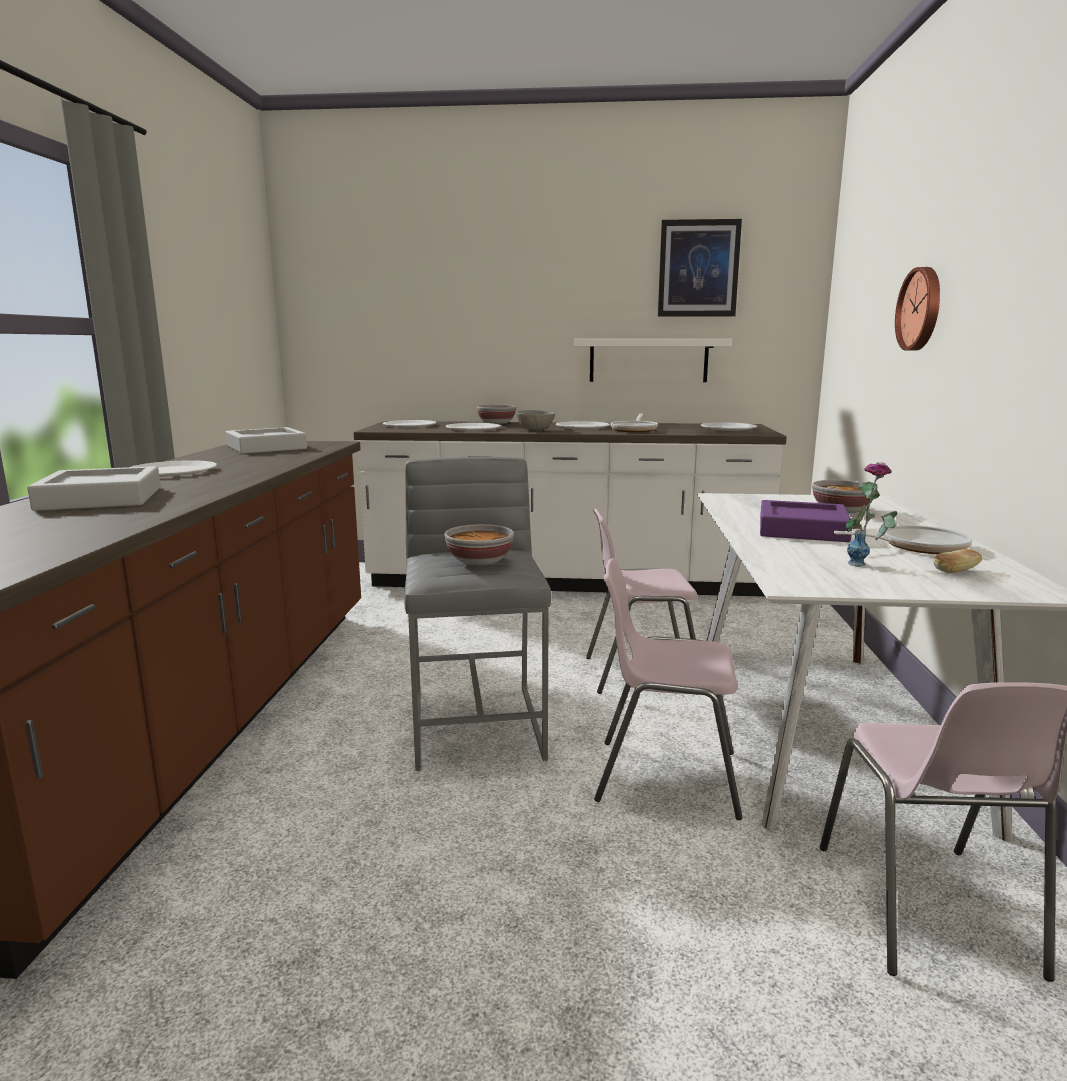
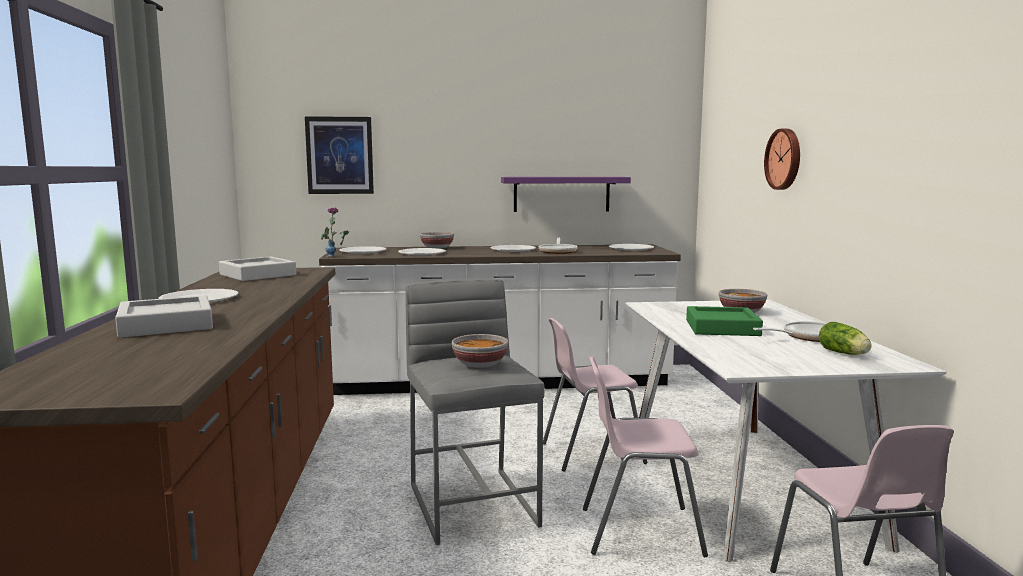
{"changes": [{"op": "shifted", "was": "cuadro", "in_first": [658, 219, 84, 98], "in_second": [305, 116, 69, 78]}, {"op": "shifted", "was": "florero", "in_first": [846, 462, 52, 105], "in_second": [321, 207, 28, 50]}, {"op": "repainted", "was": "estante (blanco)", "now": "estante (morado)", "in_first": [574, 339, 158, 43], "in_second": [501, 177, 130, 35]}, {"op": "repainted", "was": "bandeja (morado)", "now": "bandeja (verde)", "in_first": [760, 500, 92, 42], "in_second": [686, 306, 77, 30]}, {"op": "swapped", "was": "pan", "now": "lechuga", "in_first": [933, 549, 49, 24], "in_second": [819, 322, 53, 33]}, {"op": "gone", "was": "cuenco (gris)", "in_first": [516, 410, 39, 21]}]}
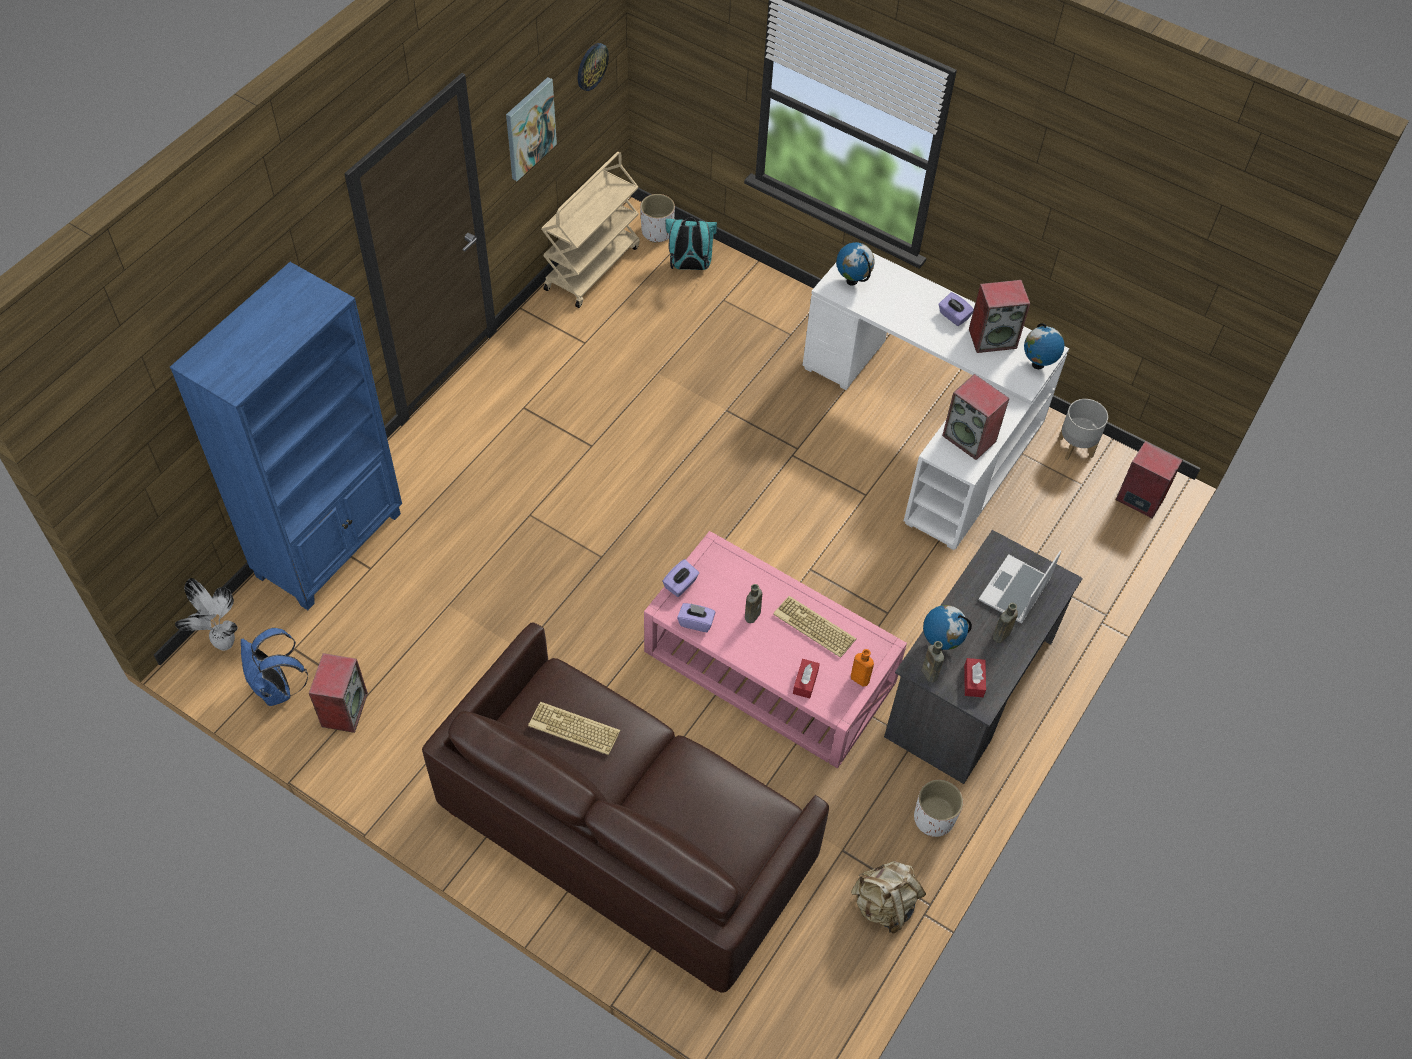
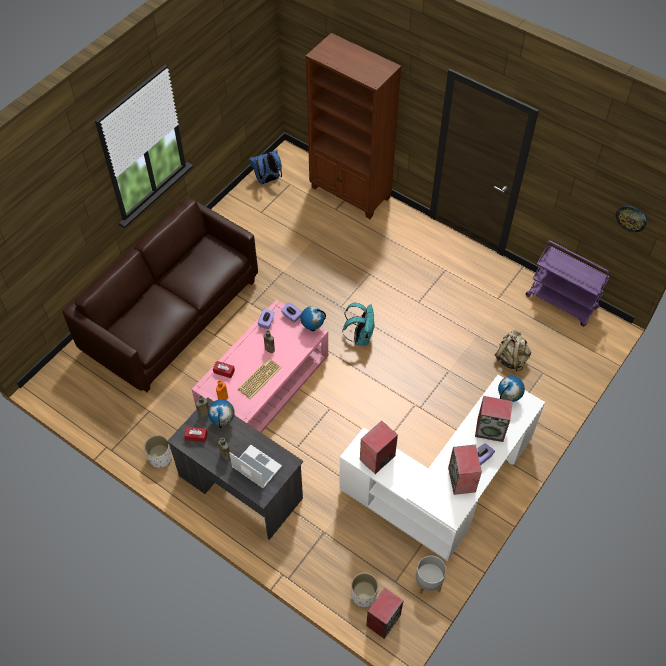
{"changes": [{"op": "shifted", "was": "globo terráqueo", "in_first": [1024, 323, 40, 46], "in_second": [301, 306, 25, 25]}, {"op": "repainted", "was": "estantería (azul)", "now": "estantería (marrón)", "in_first": [170, 262, 232, 348], "in_second": [306, 33, 95, 186]}, {"op": "shifted", "was": "mochila (turquesa)", "in_first": [665, 217, 52, 53], "in_second": [342, 303, 32, 43]}, {"op": "shifted", "was": "maceta (blanco)", "in_first": [640, 194, 35, 49], "in_second": [351, 572, 28, 35]}, {"op": "shifted", "was": "altavoz", "in_first": [309, 653, 59, 80], "in_second": [475, 396, 38, 46]}, {"op": "shifted", "was": "mochila (beis)", "in_first": [851, 861, 75, 72], "in_second": [495, 330, 36, 42]}, {"op": "repainted", "was": "carrito (beis)", "now": "carrito (morado)", "in_first": [541, 152, 99, 156], "in_second": [526, 240, 84, 86]}, {"op": "gone", "was": "planta en maceta", "in_first": [175, 578, 63, 73]}, {"op": "gone", "was": "cuadro", "in_first": [506, 77, 51, 104]}, {"op": "gone", "was": "teclado", "in_first": [528, 702, 93, 53]}]}
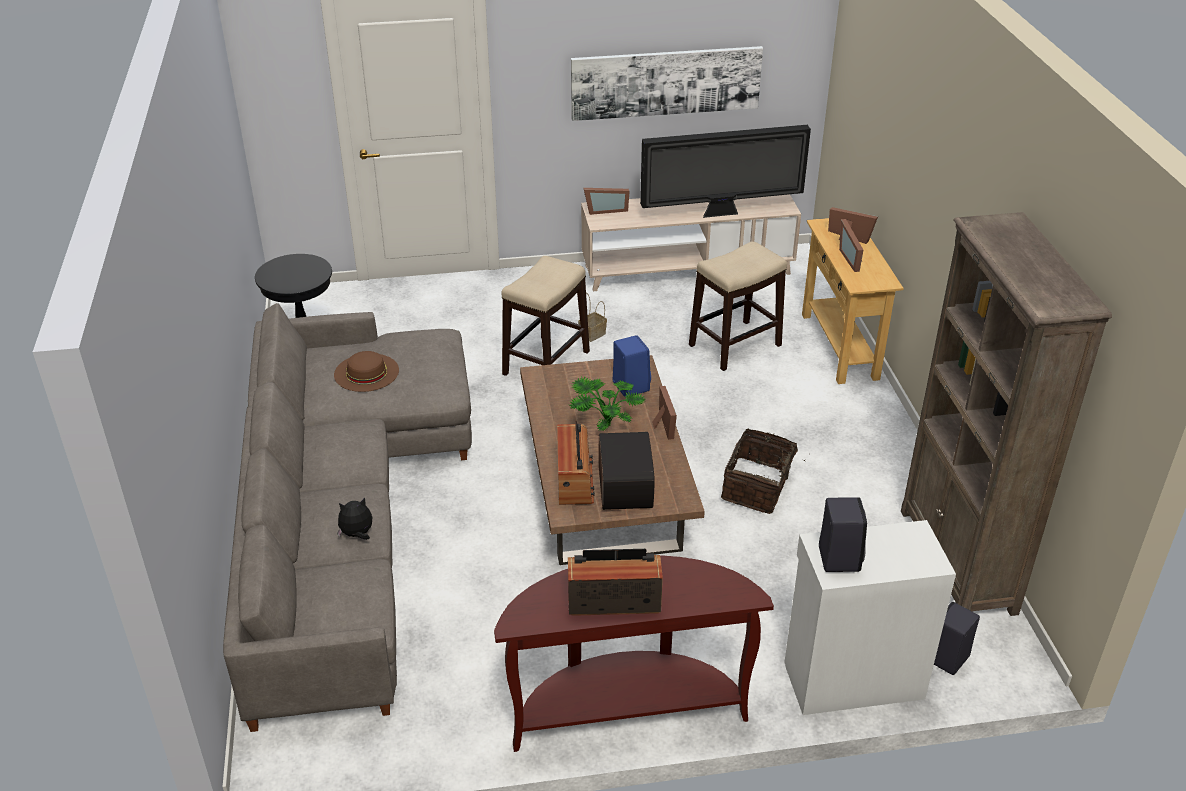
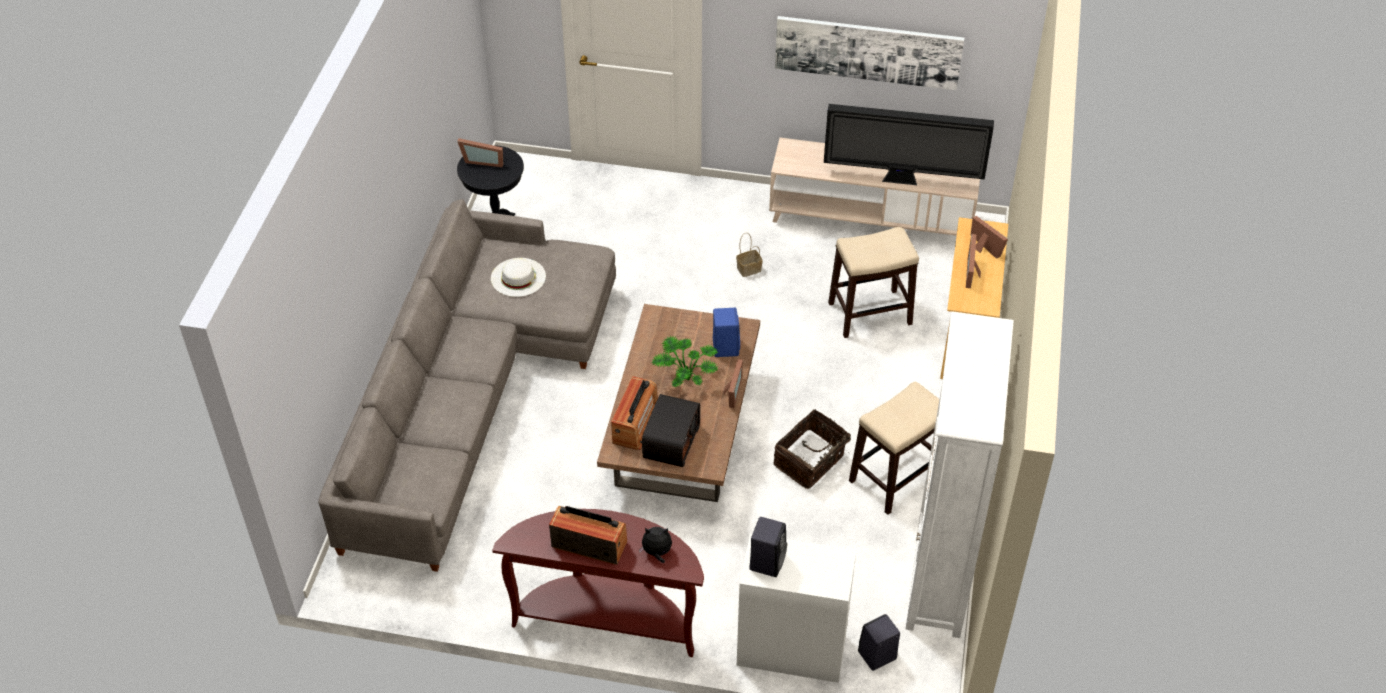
{"changes": [{"op": "shifted", "was": "portarretratos", "in_first": [584, 188, 46, 27], "in_second": [457, 138, 46, 29]}, {"op": "repainted", "was": "sombrero (marrón)", "now": "sombrero (blanco)", "in_first": [334, 351, 65, 41], "in_second": [491, 258, 55, 39]}, {"op": "shifted", "was": "peluche", "in_first": [337, 498, 35, 42], "in_second": [639, 527, 33, 36]}, {"op": "shifted", "was": "taburete", "in_first": [501, 256, 89, 120], "in_second": [849, 381, 90, 134]}, {"op": "repainted", "was": "estantería (marrón)", "now": "estantería (blanco)", "in_first": [901, 212, 211, 404], "in_second": [906, 311, 108, 327]}]}
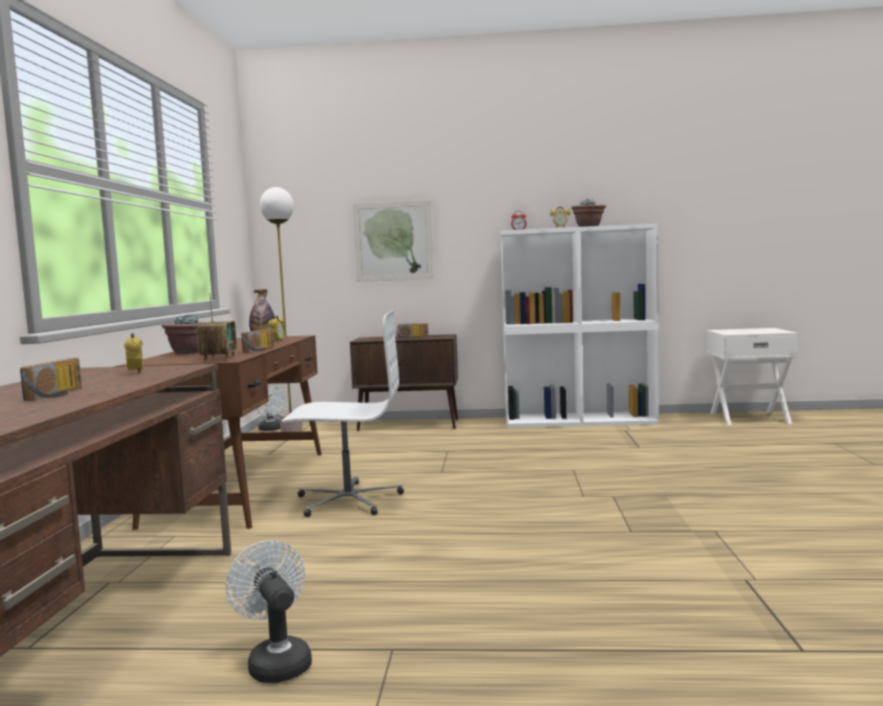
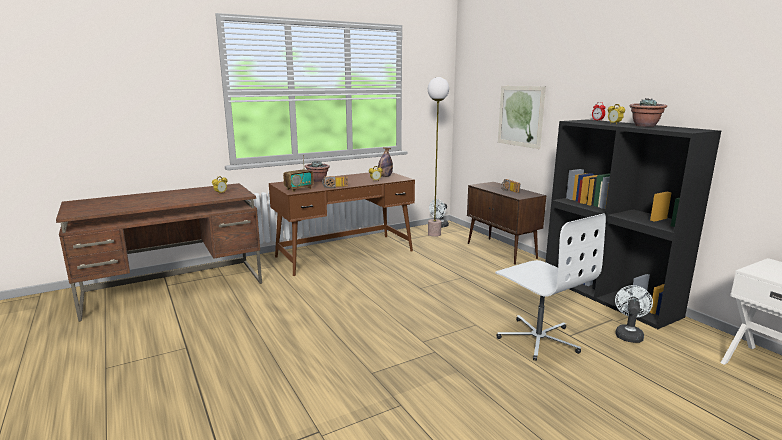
{"changes": [{"op": "shifted", "was": "silla de oficina (blanco)", "in_first": [282, 310, 122, 207], "in_second": [495, 213, 111, 148]}, {"op": "repainted", "was": "estantería (blanco)", "now": "estantería (negro)", "in_first": [500, 223, 159, 205], "in_second": [545, 120, 176, 209]}, {"op": "shifted", "was": "ventilador (blanco)", "in_first": [226, 540, 86, 143], "in_second": [615, 285, 38, 58]}, {"op": "gone", "was": "radio", "in_first": [20, 358, 62, 43]}]}
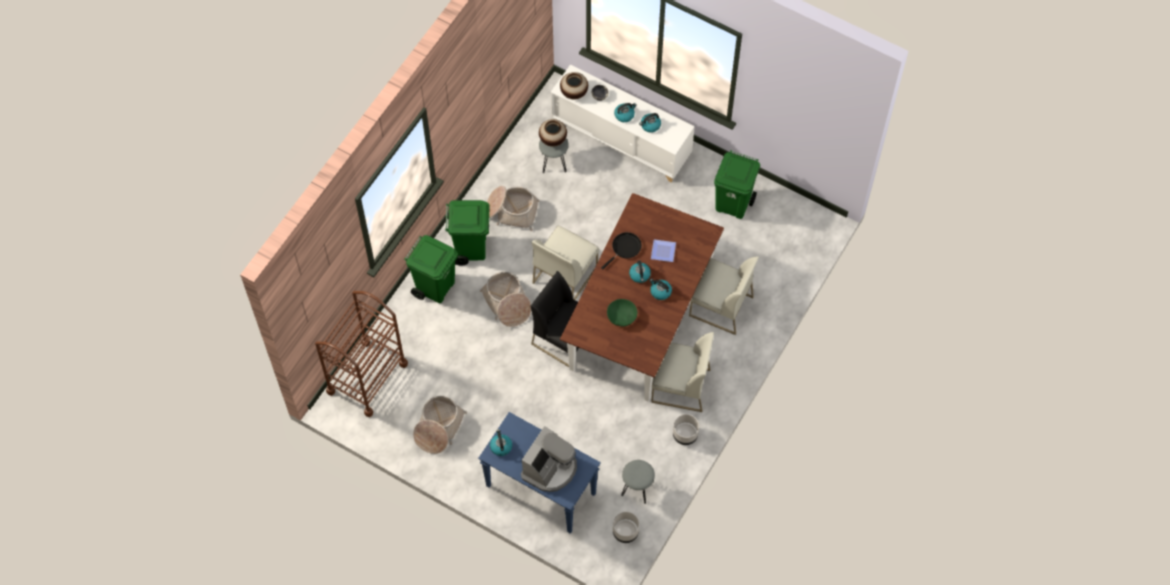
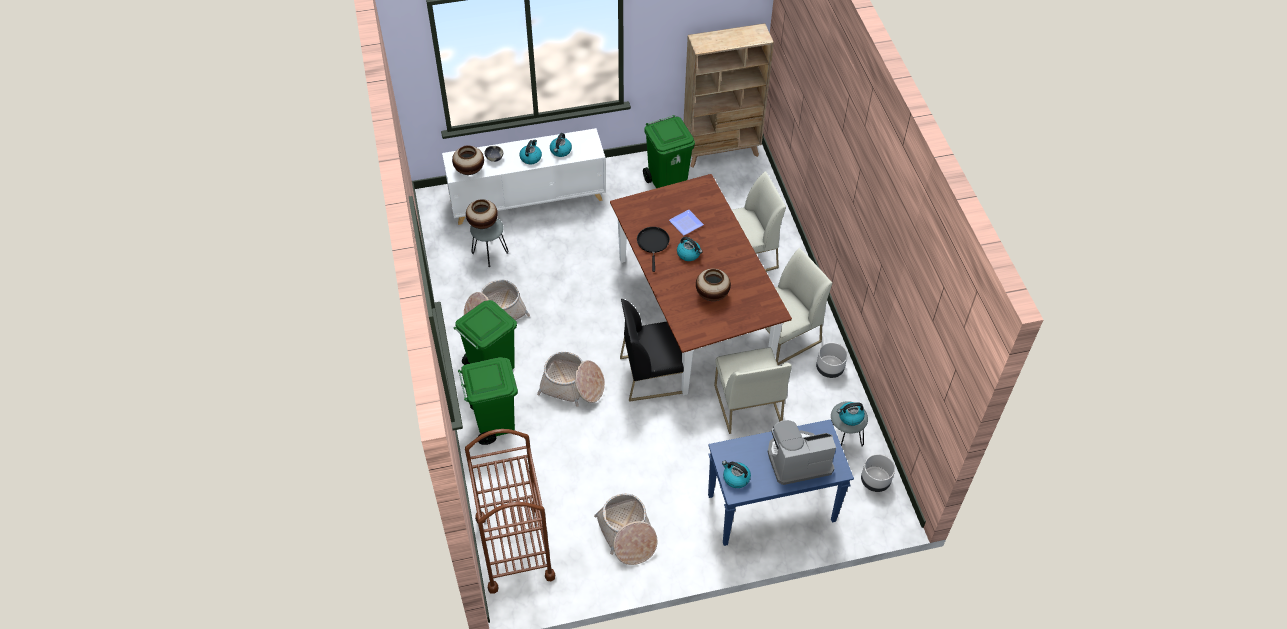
{"changes": [{"op": "new", "now": "estantería (beis)", "in_second": [684, 23, 90, 145]}, {"op": "swapped", "was": "cuenco (verde)", "now": "florero", "in_first": [607, 299, 31, 28], "in_second": [696, 269, 35, 32]}, {"op": "shifted", "was": "silla (blanco)", "in_first": [532, 226, 67, 74], "in_second": [714, 348, 78, 86]}, {"op": "rotated", "was": "cafetera", "in_first": [521, 426, 56, 66], "in_second": [768, 420, 68, 65], "clockwise": -90}, {"op": "shifted", "was": "hervidor", "in_first": [649, 278, 23, 22], "in_second": [837, 402, 28, 24]}]}
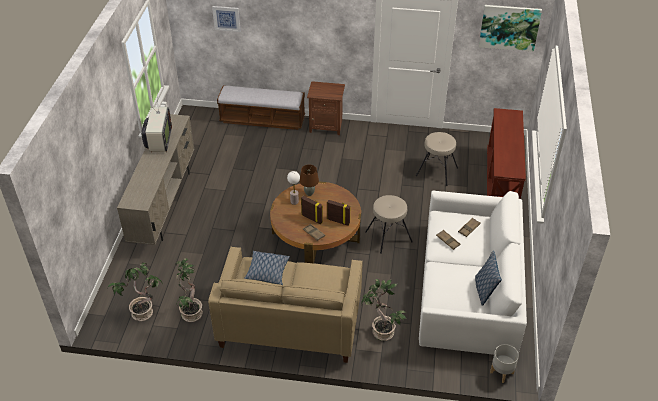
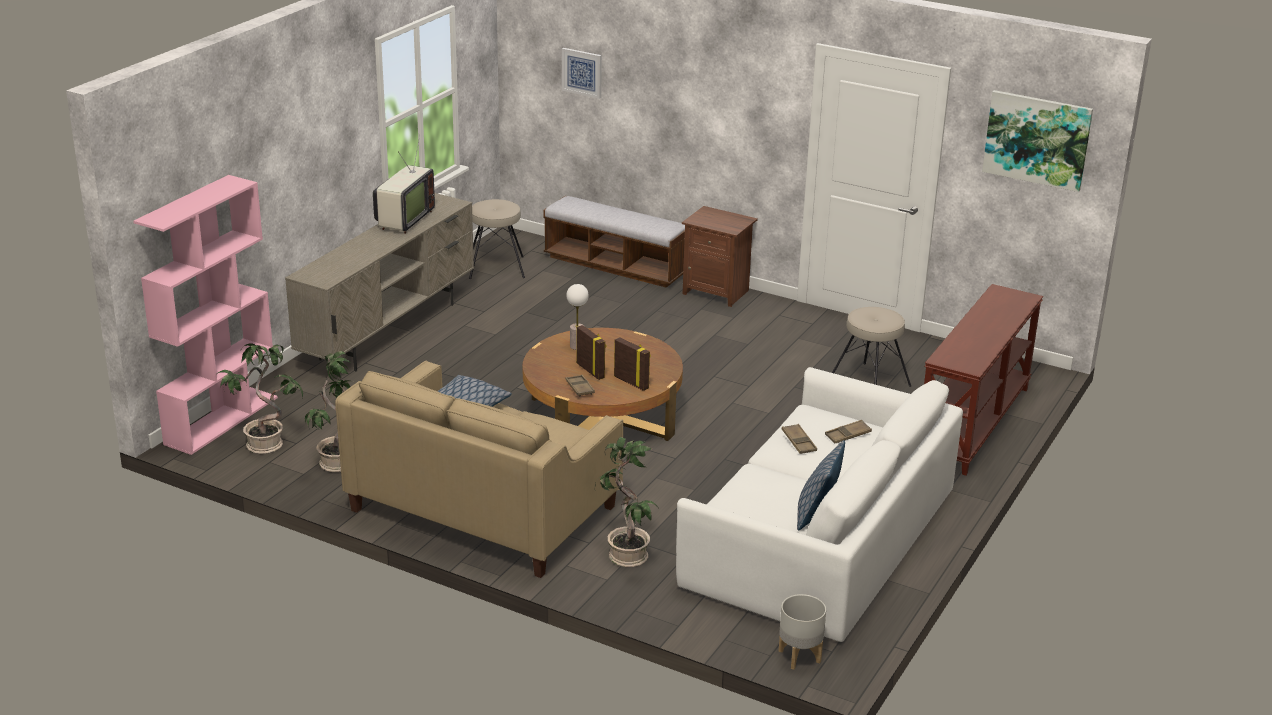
{"changes": [{"op": "new", "now": "estantería (rosa)", "in_second": [133, 175, 145, 280]}, {"op": "shifted", "was": "taburete (beis)", "in_first": [365, 195, 48, 59], "in_second": [469, 199, 56, 80]}, {"op": "gone", "was": "lámpara de mesa (marrón)", "in_first": [299, 165, 20, 31]}]}
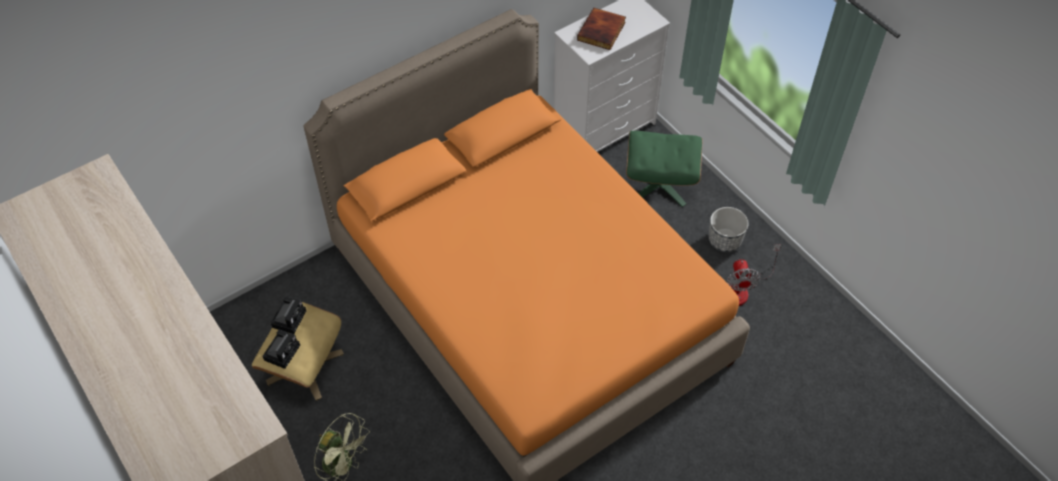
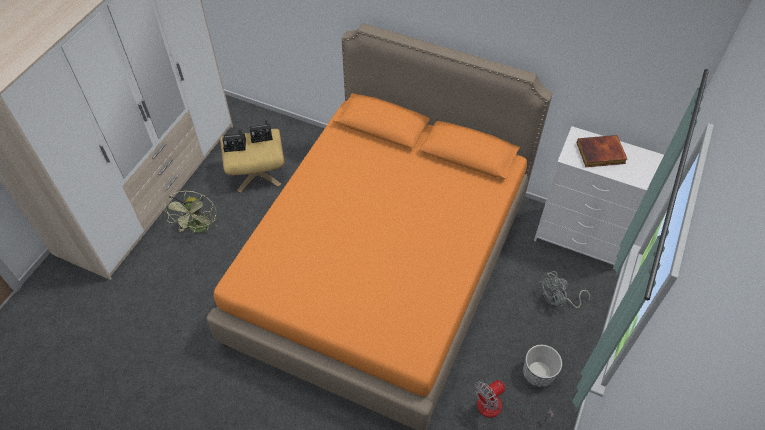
{"changes": [{"op": "swapped", "was": "puf (verde)", "now": "ventilador (gris)", "in_first": [626, 131, 76, 76], "in_second": [539, 271, 51, 37]}]}
